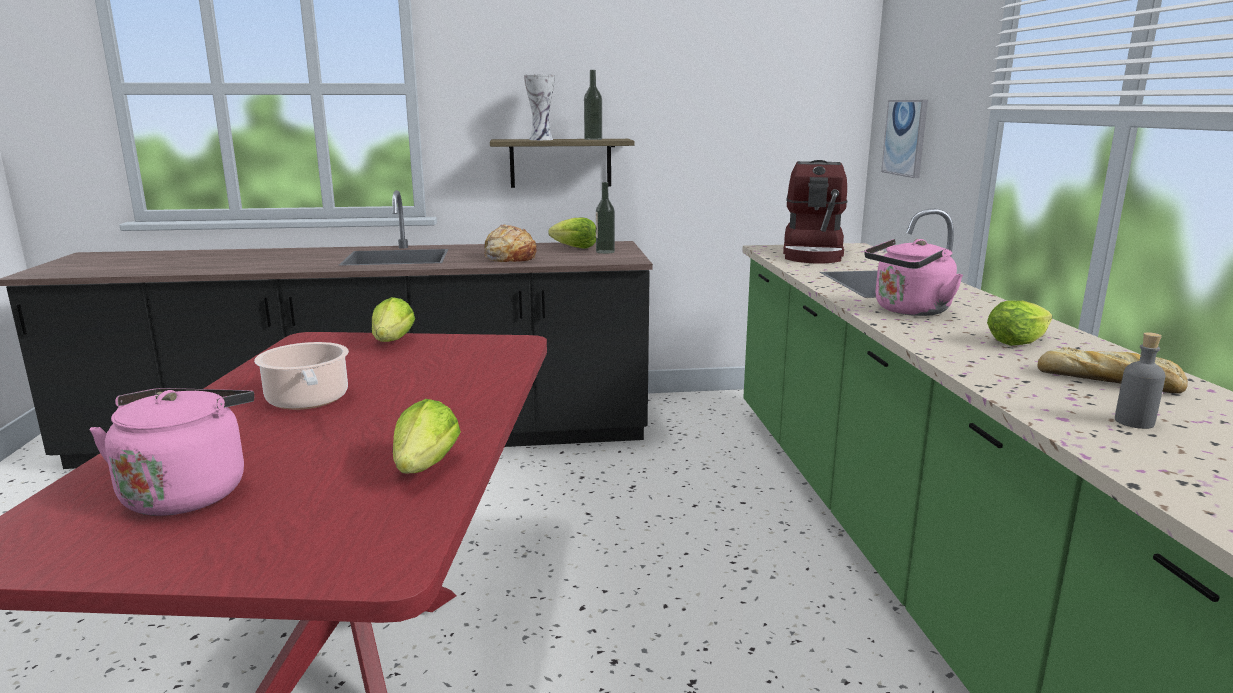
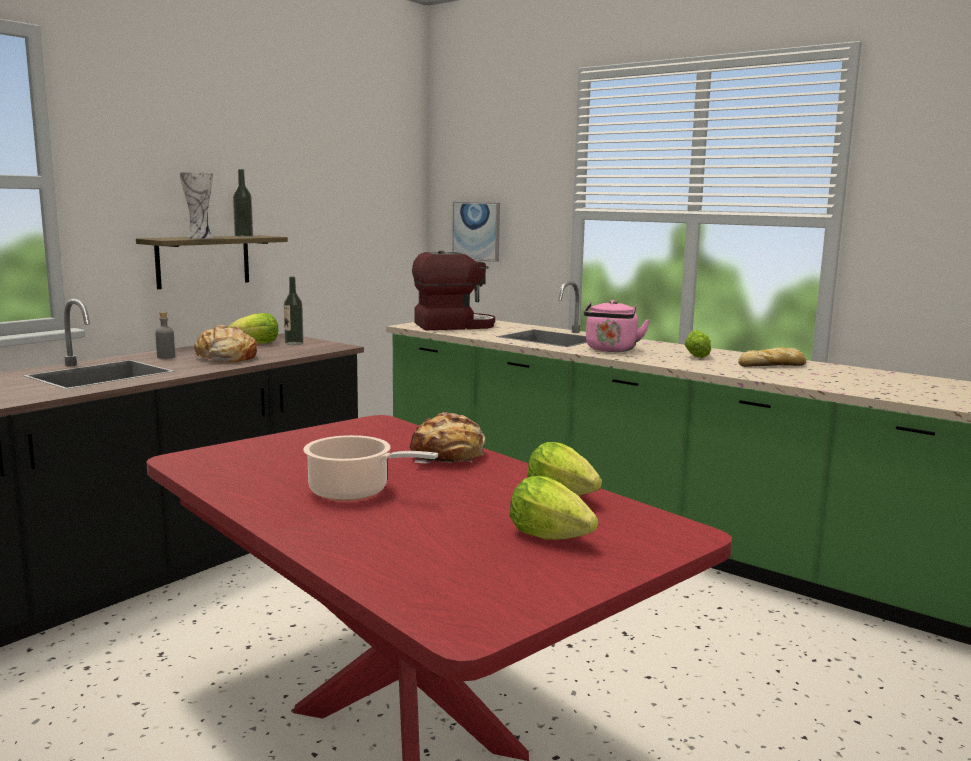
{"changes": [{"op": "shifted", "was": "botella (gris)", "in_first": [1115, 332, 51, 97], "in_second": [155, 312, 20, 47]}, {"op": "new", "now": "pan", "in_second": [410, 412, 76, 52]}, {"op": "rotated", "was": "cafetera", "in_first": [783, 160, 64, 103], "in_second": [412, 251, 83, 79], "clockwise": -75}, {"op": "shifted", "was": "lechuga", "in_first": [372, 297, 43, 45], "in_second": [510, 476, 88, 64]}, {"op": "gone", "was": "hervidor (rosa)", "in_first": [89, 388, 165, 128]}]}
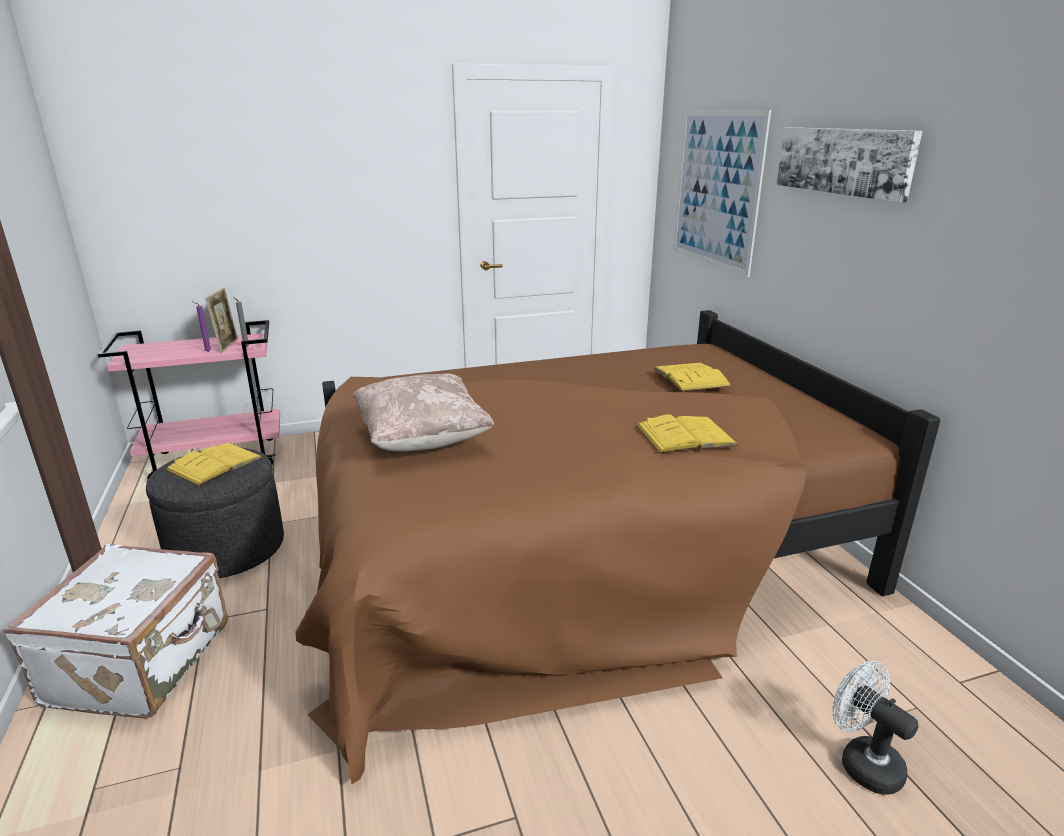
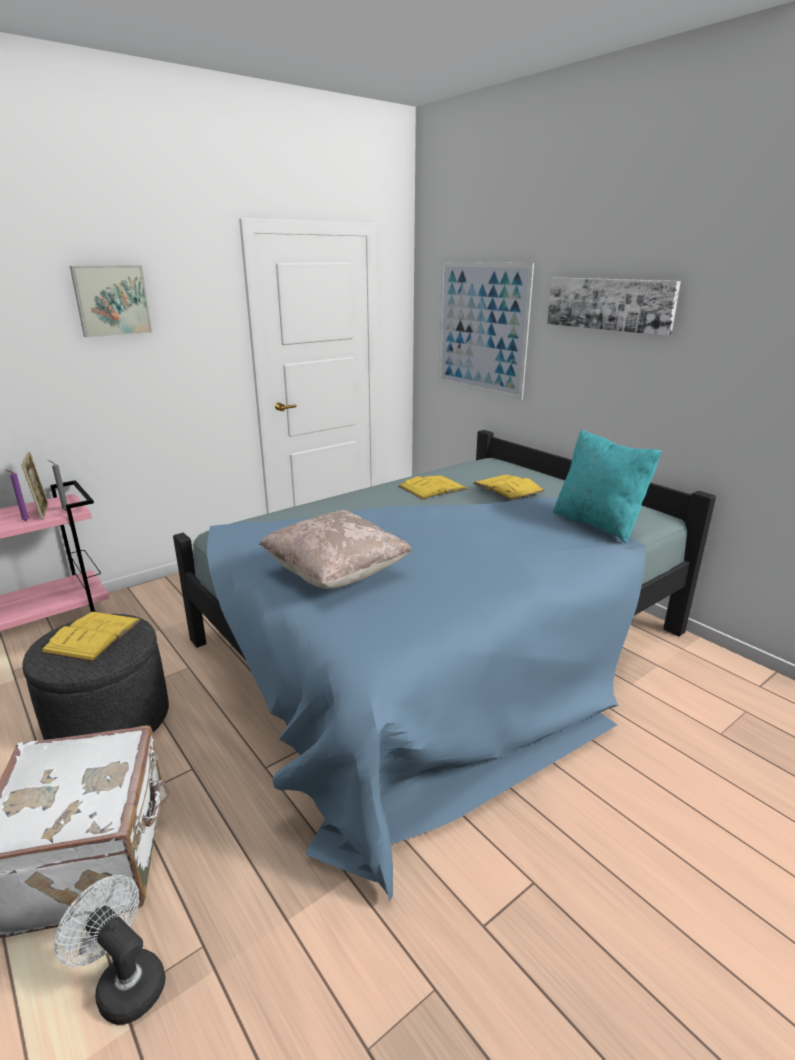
{"changes": [{"op": "shifted", "was": "ventilador (blanco)", "in_first": [832, 661, 87, 134], "in_second": [54, 875, 112, 150]}, {"op": "new", "now": "cuadro", "in_second": [70, 265, 82, 72]}, {"op": "repainted", "was": "cama (marrón)", "now": "cama (azul)", "in_first": [296, 310, 644, 475], "in_second": [173, 430, 543, 472]}, {"op": "shifted", "was": "libro (amarillo)", "in_first": [636, 414, 102, 39], "in_second": [399, 476, 68, 23]}, {"op": "new", "now": "cojín (turquesa)", "in_second": [553, 430, 109, 113]}]}
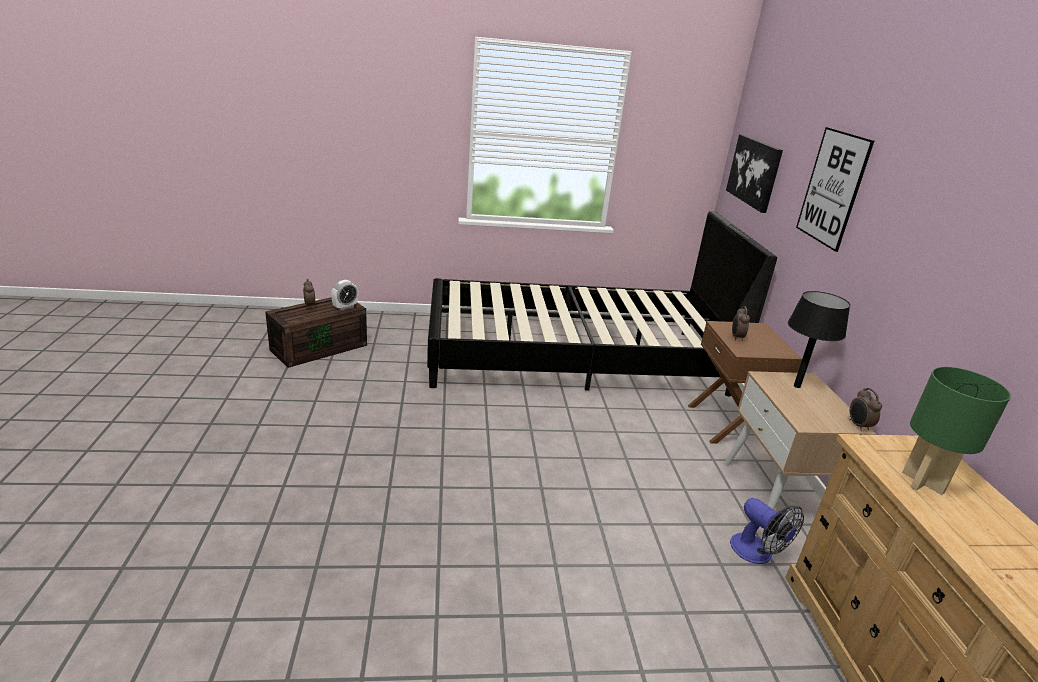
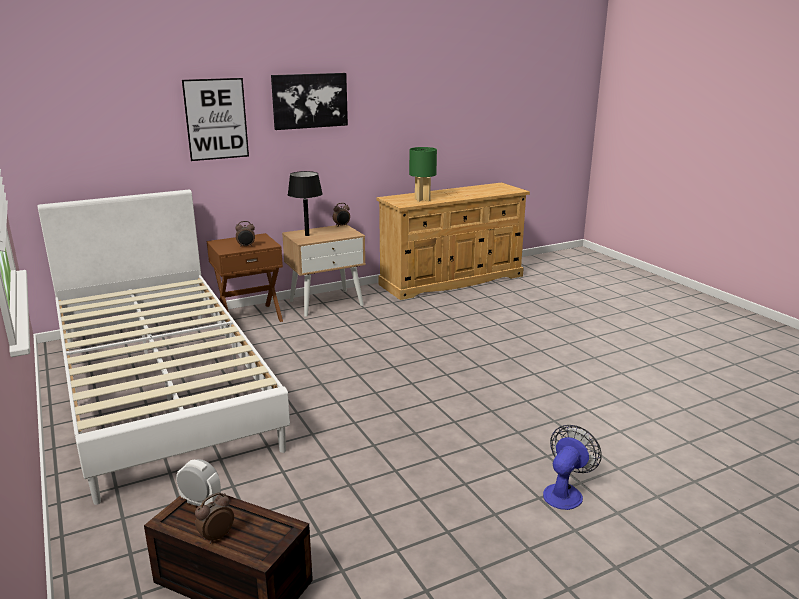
{"changes": [{"op": "repainted", "was": "cama (negro)", "now": "cama (blanco)", "in_first": [427, 211, 350, 185], "in_second": [37, 189, 253, 316]}, {"op": "shifted", "was": "cuadro", "in_first": [726, 134, 57, 79], "in_second": [271, 73, 77, 57]}, {"op": "shifted", "was": "ventilador", "in_first": [730, 498, 74, 66], "in_second": [543, 425, 59, 85]}]}
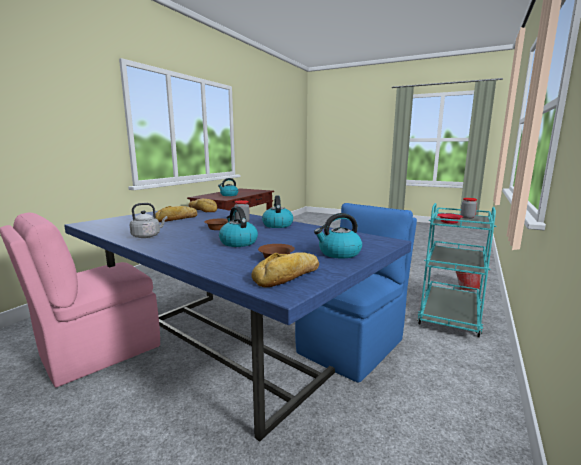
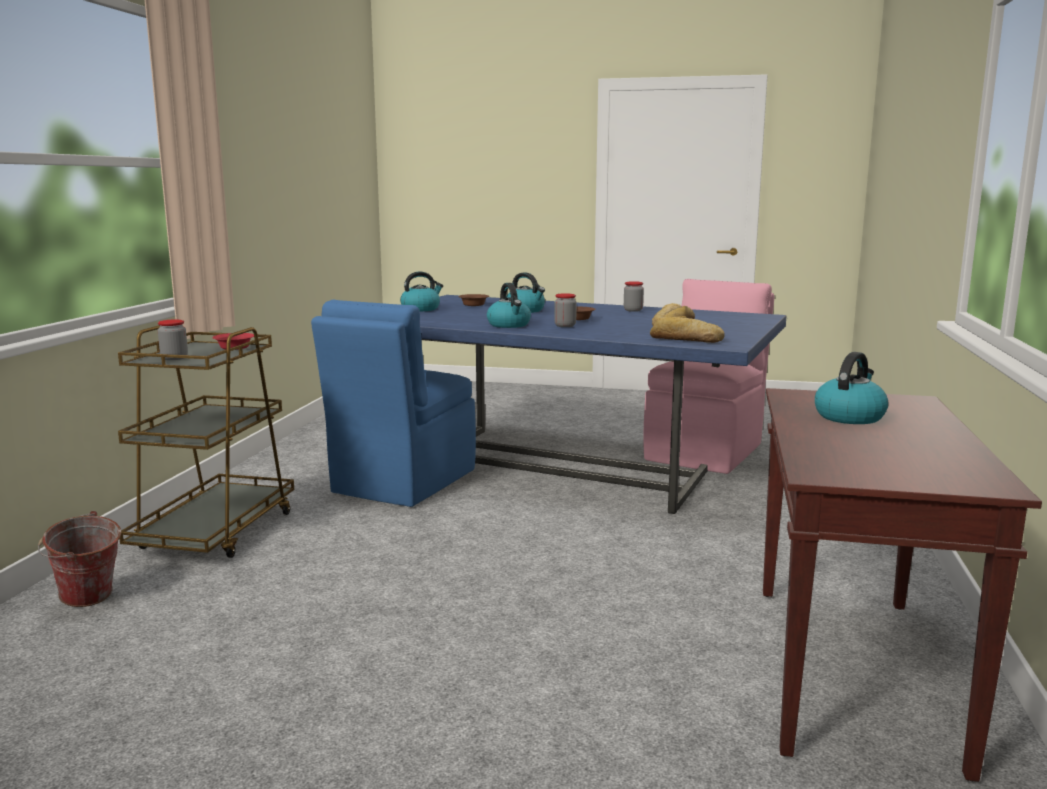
{"changes": [{"op": "repainted", "was": "carrito (turquesa)", "now": "carrito (marrón)", "in_first": [417, 203, 79, 134], "in_second": [118, 325, 176, 233]}, {"op": "swapped", "was": "hervidor (gris)", "now": "tarro", "in_first": [130, 203, 37, 35], "in_second": [624, 281, 20, 31]}, {"op": "gone", "was": "pan", "in_first": [251, 253, 68, 34]}]}
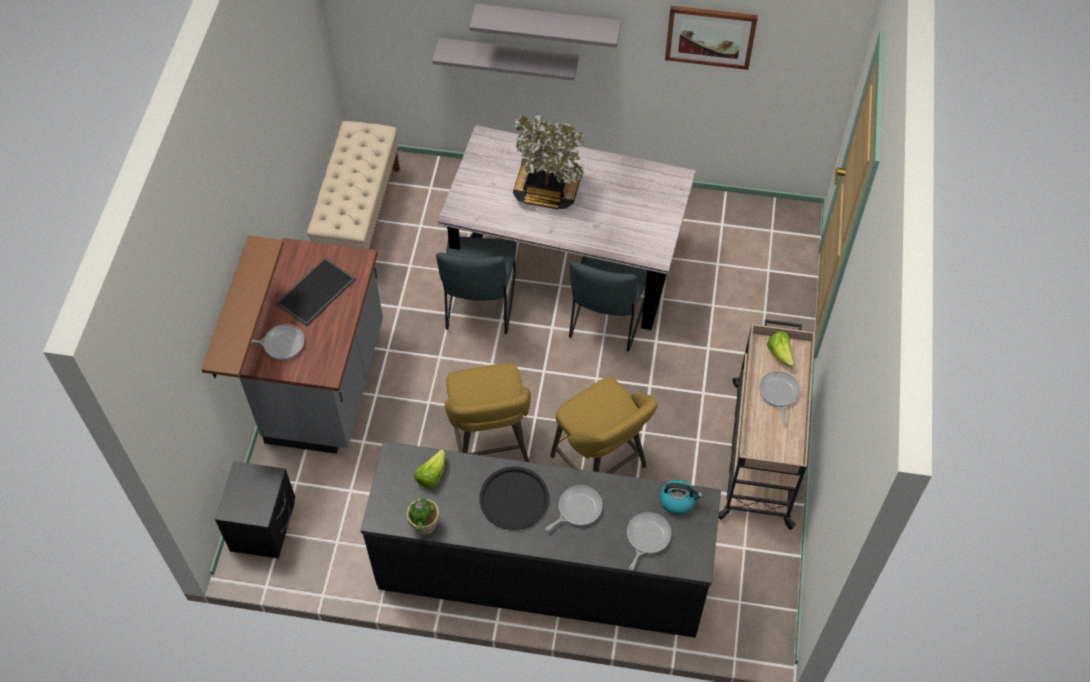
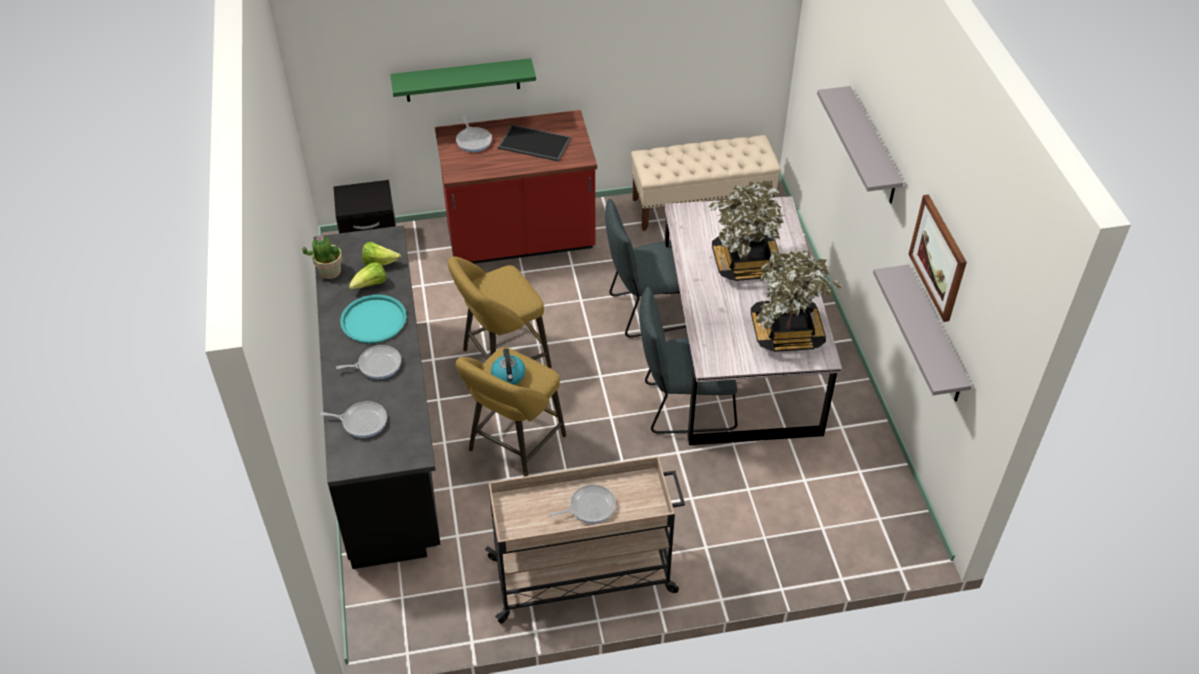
{"changes": [{"op": "rotated", "was": "sartén", "in_first": [545, 485, 58, 46], "in_second": [336, 345, 65, 34], "clockwise": -45}, {"op": "repainted", "was": "bandeja (negro)", "now": "bandeja (turquesa)", "in_first": [479, 466, 70, 64], "in_second": [340, 295, 67, 48]}, {"op": "shifted", "was": "lechuga", "in_first": [767, 331, 27, 36], "in_second": [349, 262, 37, 28]}, {"op": "repainted", "was": "estante (marrón)", "now": "estante (verde)", "in_first": [201, 235, 83, 143], "in_second": [390, 58, 146, 44]}, {"op": "repainted", "was": "mueble bajo de cocina (gris)", "now": "mueble bajo de cocina (rojo)", "in_first": [240, 238, 143, 216], "in_second": [435, 110, 162, 154]}, {"op": "shifted", "was": "hervidor", "in_first": [660, 480, 43, 35], "in_second": [491, 348, 35, 37]}, {"op": "new", "now": "planta en maceta", "in_second": [751, 250, 92, 102]}, {"op": "shifted", "was": "estante (gris)", "in_first": [432, 38, 147, 43], "in_second": [873, 265, 99, 137]}]}
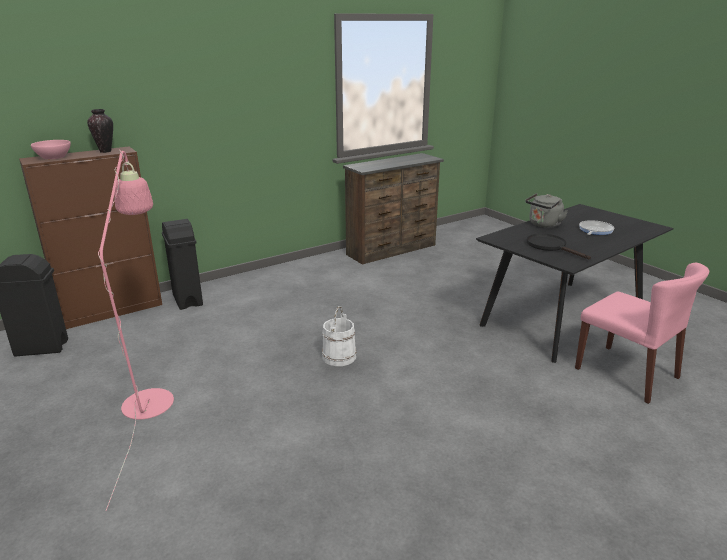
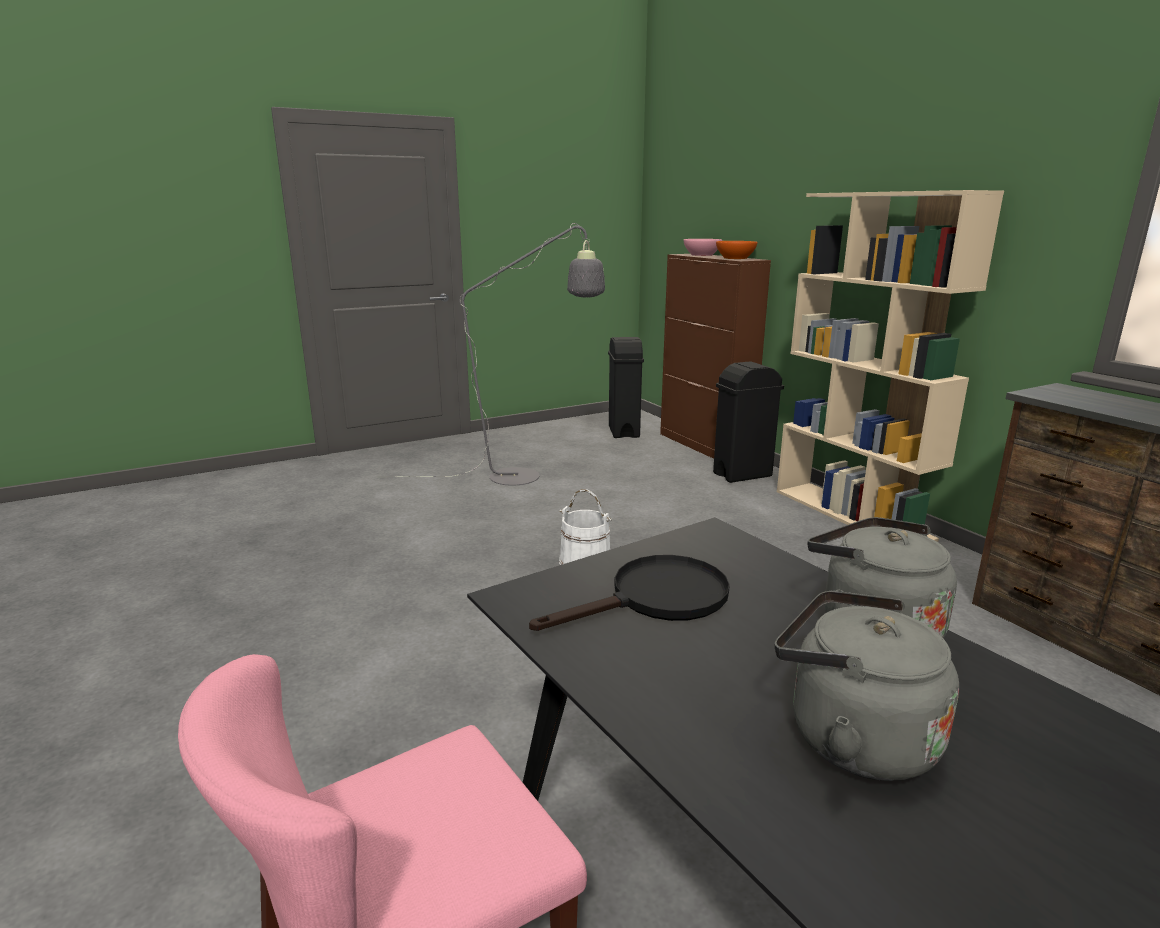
{"changes": [{"op": "repainted", "was": "lámpara de pie (rosa)", "now": "lámpara de pie (gris)", "in_first": [98, 149, 76, 362], "in_second": [383, 223, 222, 263]}, {"op": "swapped", "was": "florero", "now": "cuenco (naranja)", "in_first": [87, 109, 26, 44], "in_second": [716, 241, 41, 18]}, {"op": "swapped", "was": "sartén", "now": "hervidor (gris)", "in_first": [579, 220, 35, 15], "in_second": [775, 591, 184, 190]}, {"op": "new", "now": "estantería (beis)", "in_second": [777, 190, 227, 352]}]}
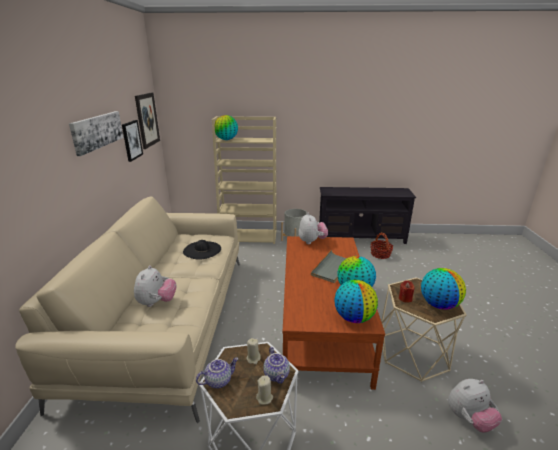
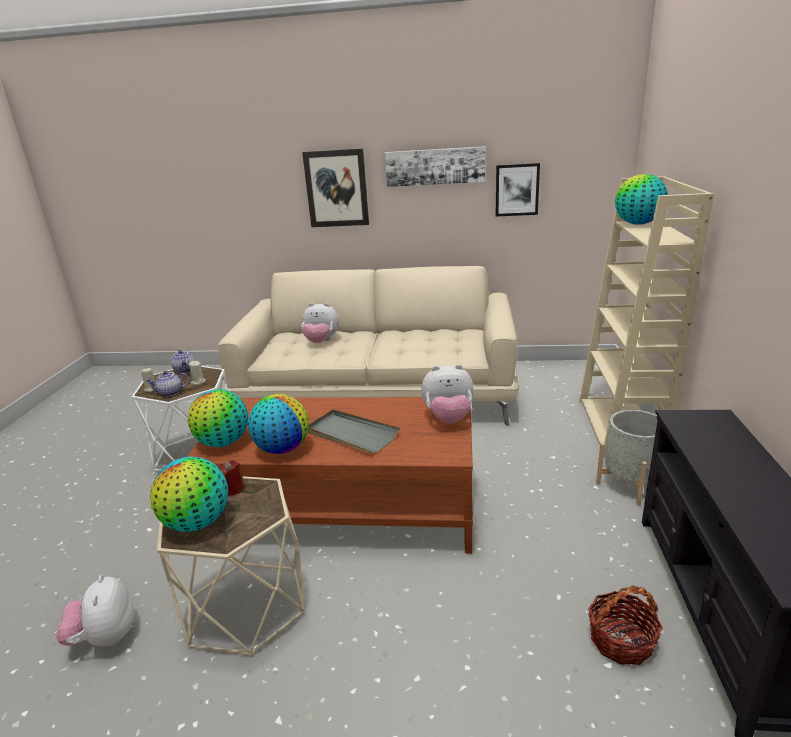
{"changes": [{"op": "shifted", "was": "cuadro", "in_first": [135, 93, 25, 56], "in_second": [302, 148, 67, 79]}, {"op": "gone", "was": "sombrero (negro)", "in_first": [183, 240, 38, 20]}]}
